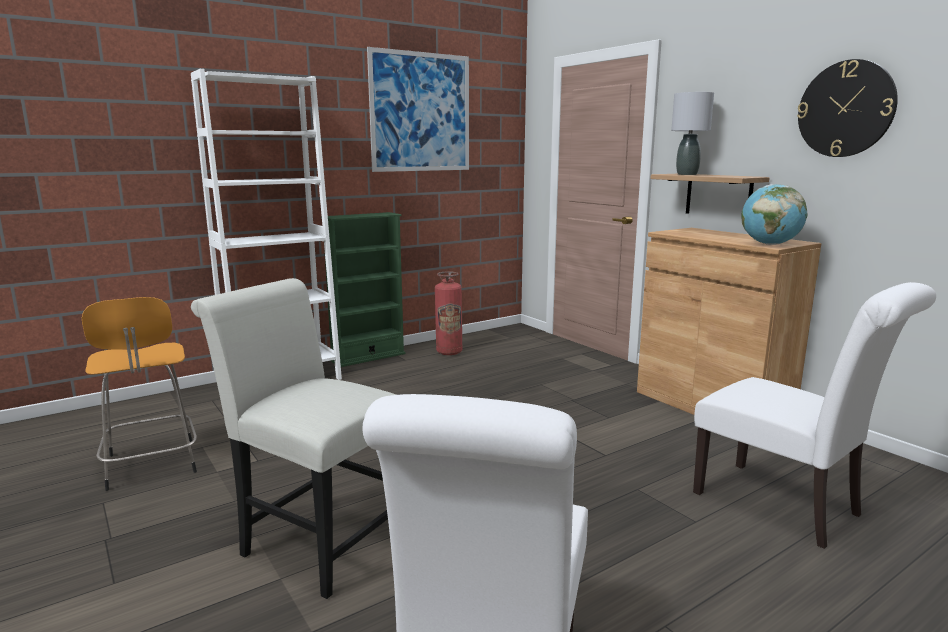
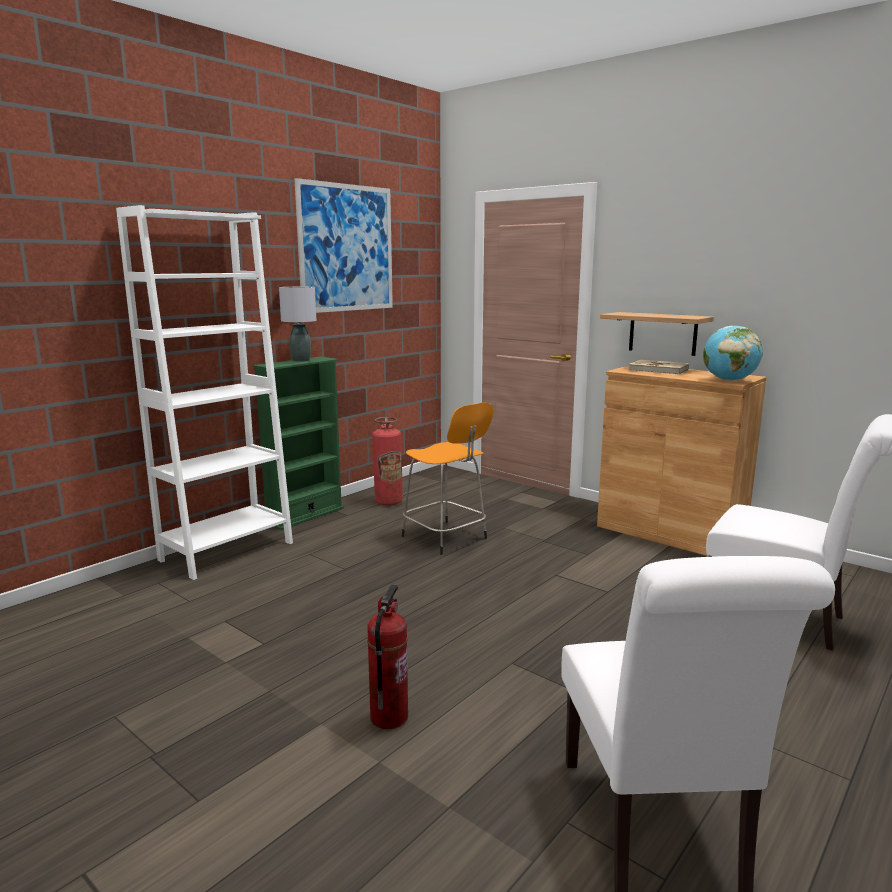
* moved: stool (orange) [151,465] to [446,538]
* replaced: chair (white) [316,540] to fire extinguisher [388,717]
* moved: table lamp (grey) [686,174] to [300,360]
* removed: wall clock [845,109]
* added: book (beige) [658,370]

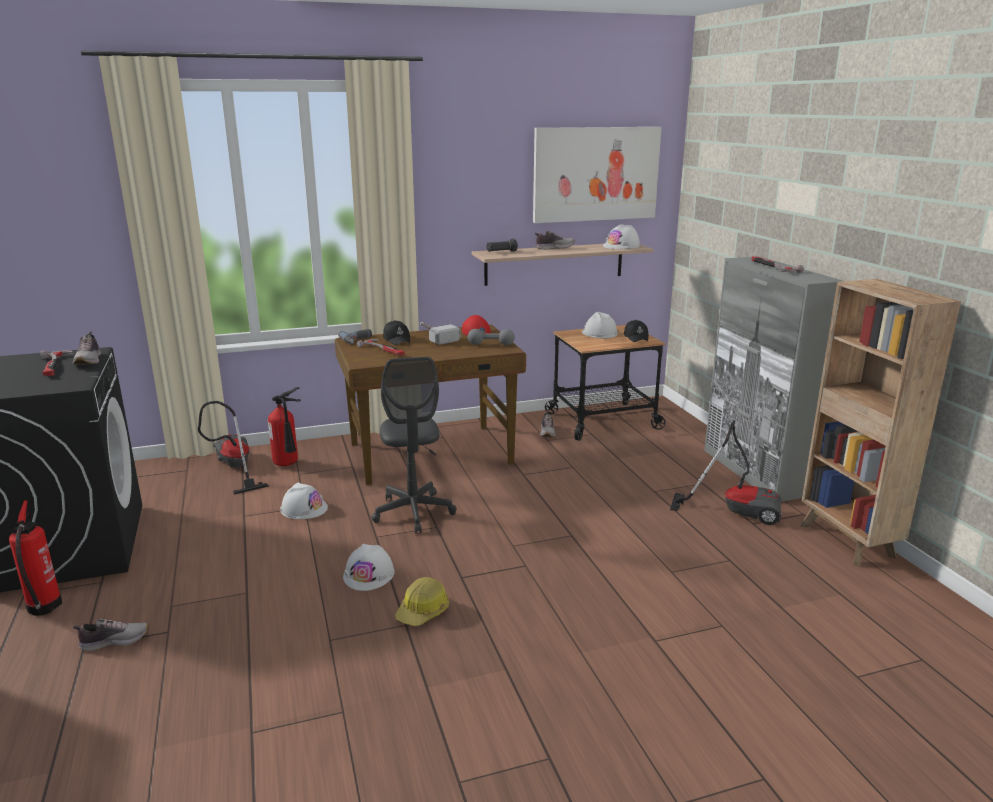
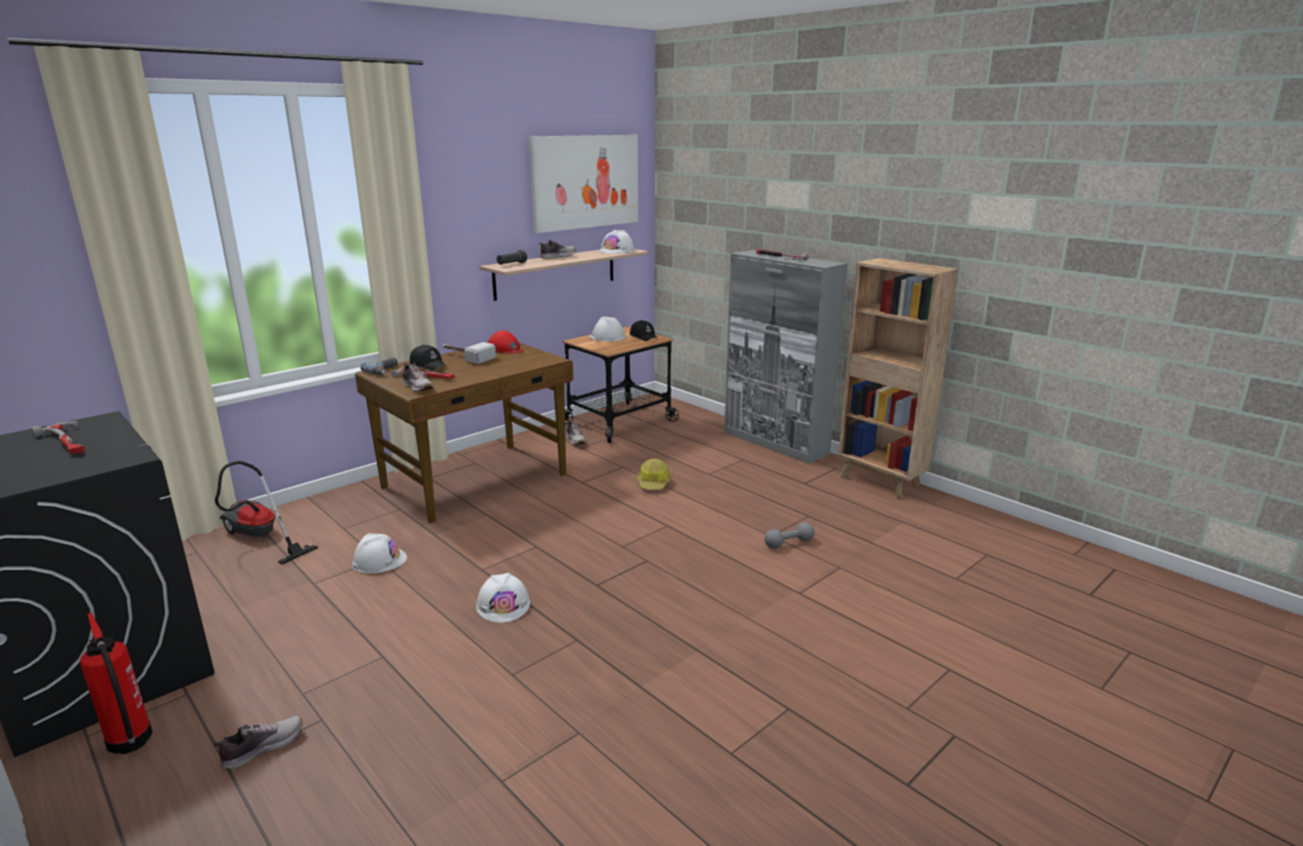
* moved: shoe [89,360] to [418,387]
* removed: fire extinguisher [288,465]
* removed: office chair (grey) [413,512]
* moved: hard hat [423,611] to [654,483]
* moved: dumbbell (grey) [491,344] to [788,543]
* removed: vacuum cleaner [735,510]

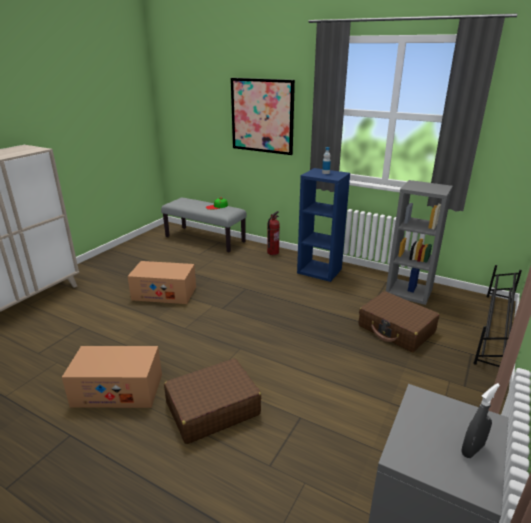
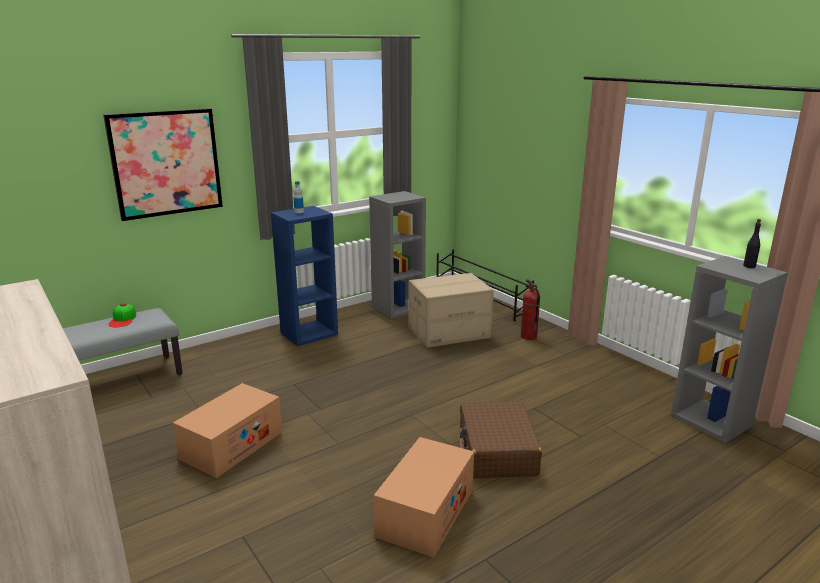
* moved: fire extinguisher [273,252] to [528,336]
* replaced: suitcase (brown) [396,329] to cardboard box [448,332]
* replaced: spray bottle (grey) [472,450] to bottle (black) [749,266]

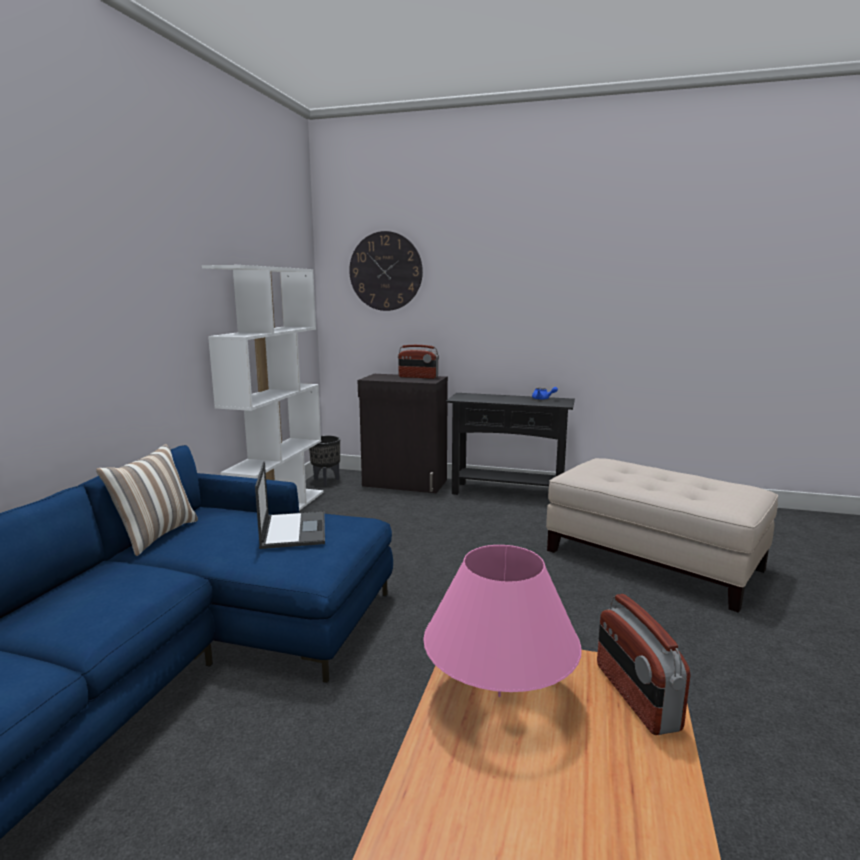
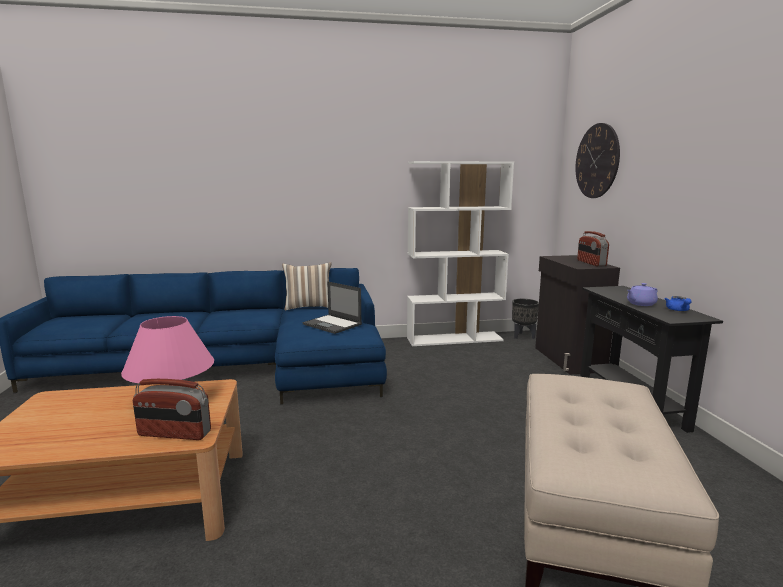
* turned: laptop [293,530] = [333,324] 75 degrees clockwise
* turned: radio [635,696] = [174,434] 135 degrees counterclockwise
* added: teapot (purple) [640,304]

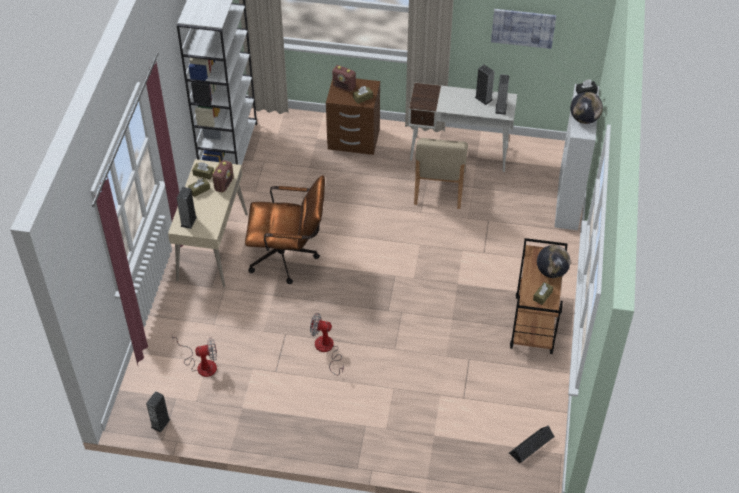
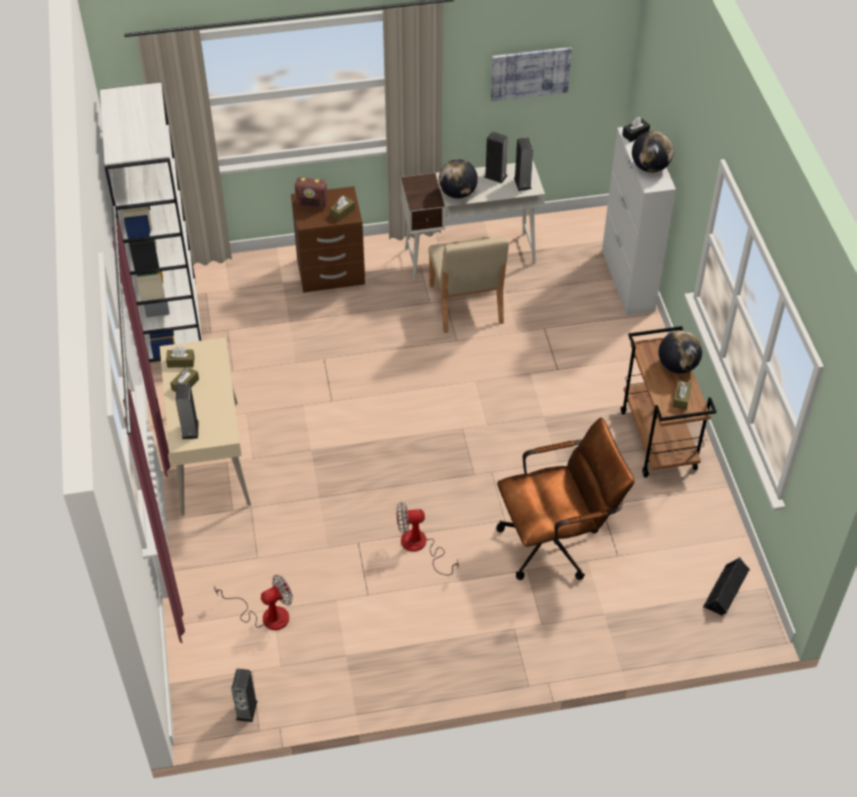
* removed: radio [224,184]
* moved: office chair (brown) [289,257] to [557,542]
* added: globe [457,193]

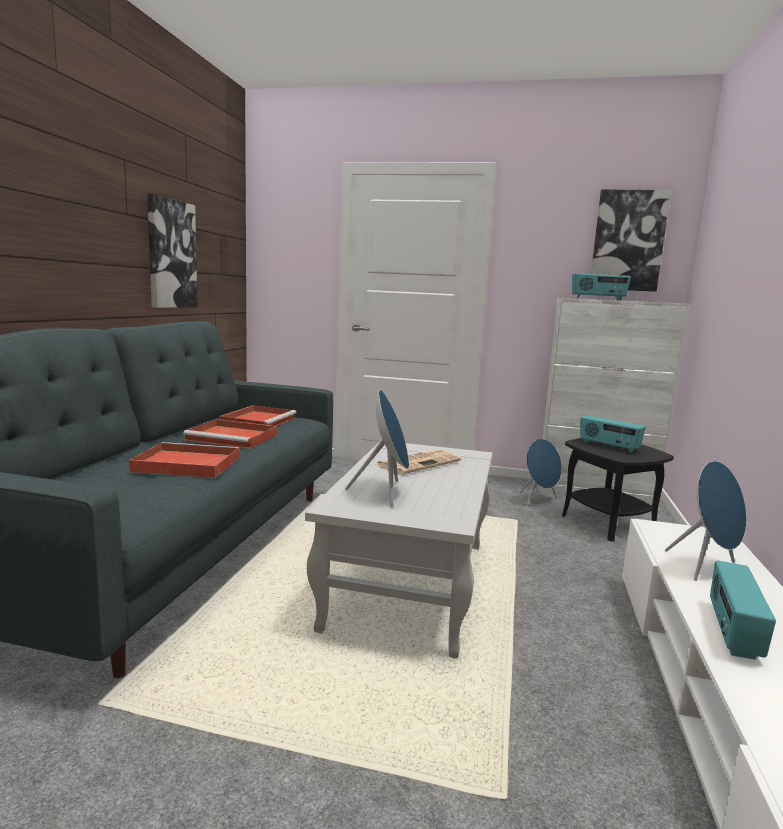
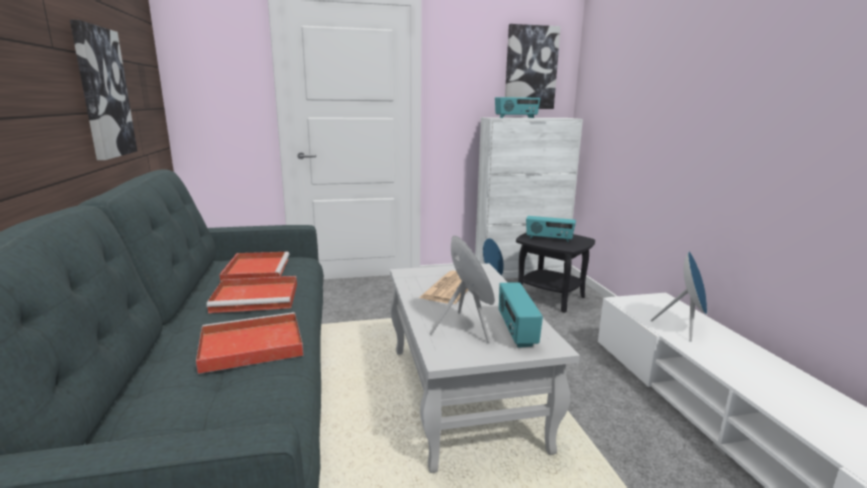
* moved: radio [732,631] to [516,331]

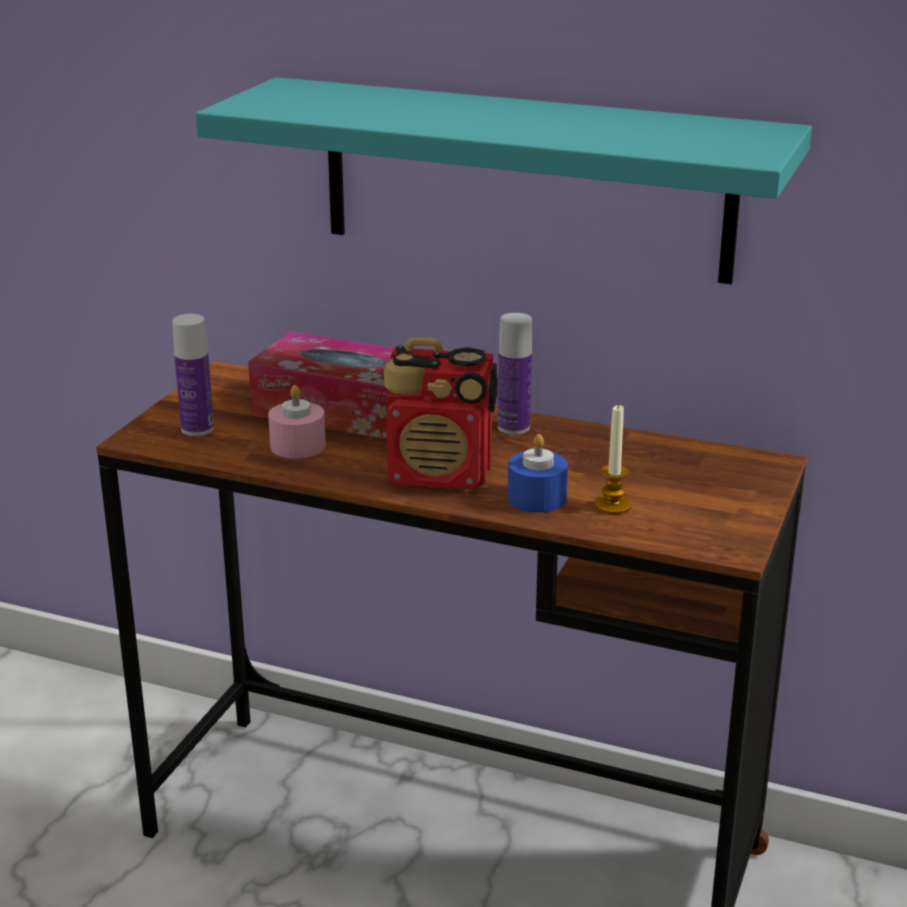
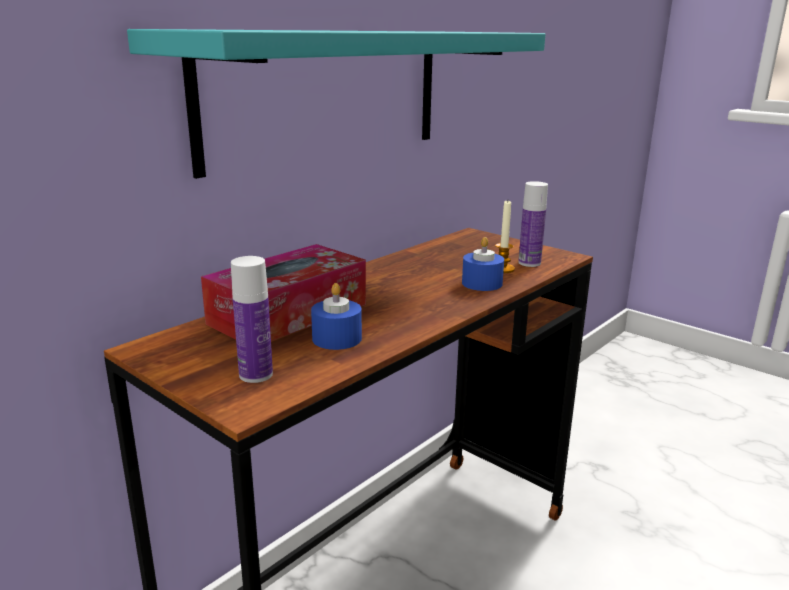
* recoloured: candle (pink) [298,446] to candle (blue) [337,338]
* removed: radio [441,475]
* moved: bottle [513,427] to [529,263]

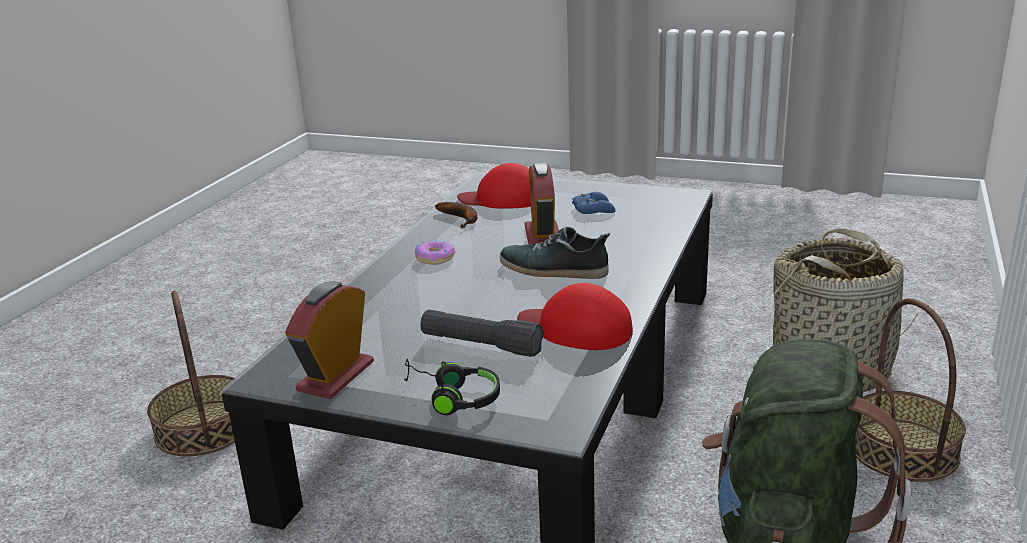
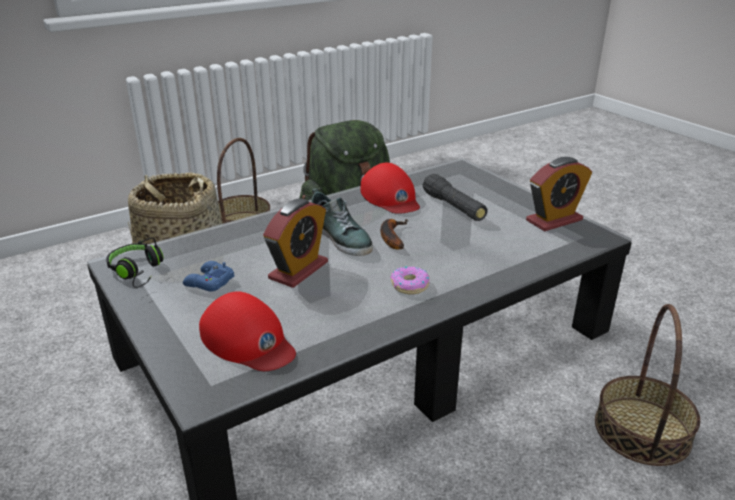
* moved: headphones (black) [452,397] to [138,271]
* moved: banana [461,219] to [391,237]

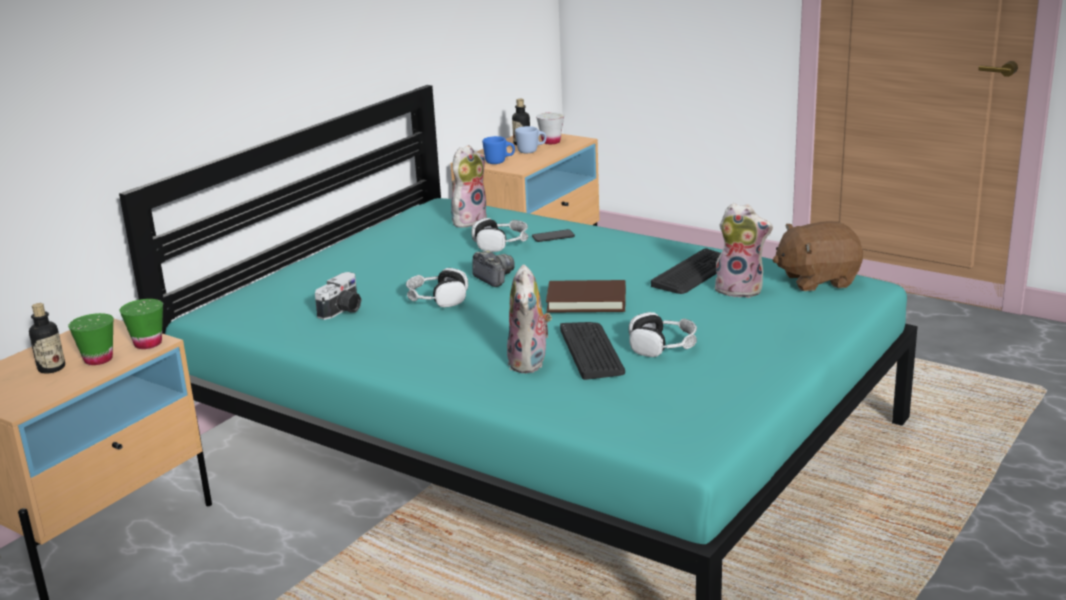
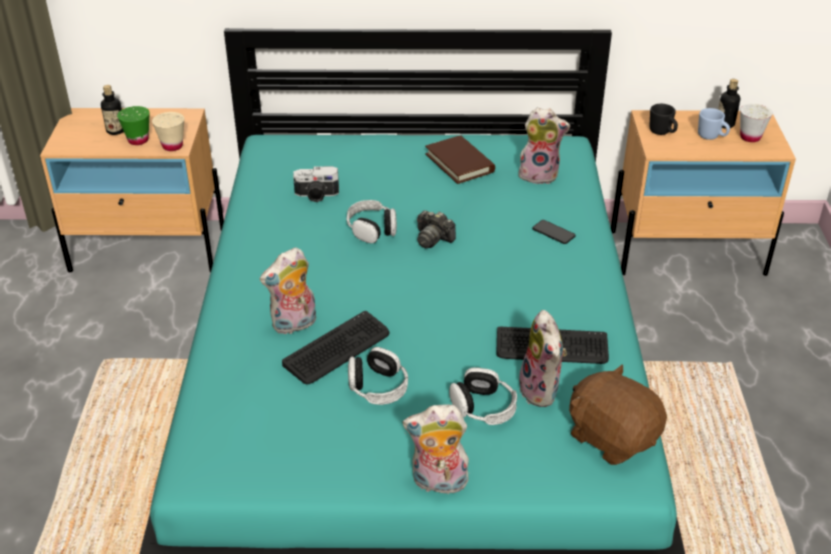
* recoloured: cup (green) [148,344] to cup (beige) [172,146]
* moved: headphones [501,244] to [483,407]
* turned: photo camera [494,278] = [433,239] 105 degrees clockwise
* recoloured: mug (blue) [499,162] to mug (black) [662,133]
* moved: book (brown) [586,301] to [459,163]
* added: plush toy [438,483]

